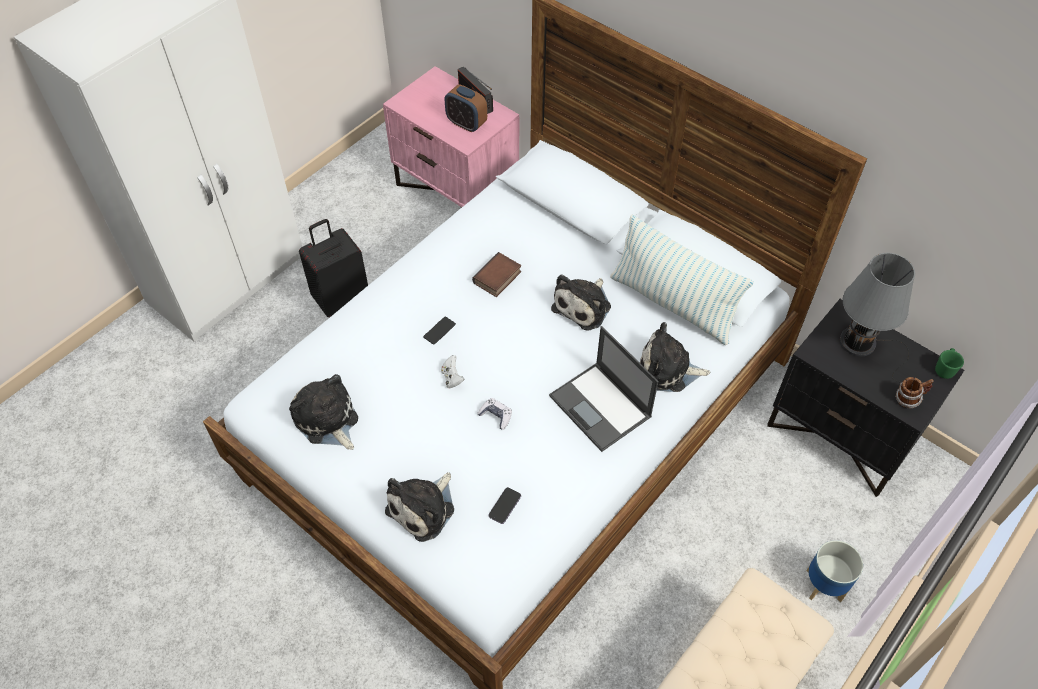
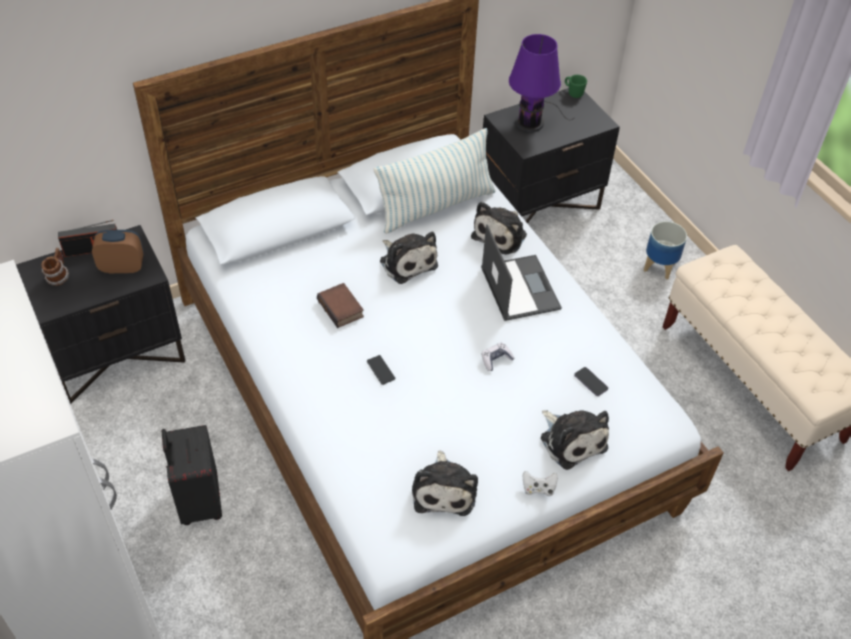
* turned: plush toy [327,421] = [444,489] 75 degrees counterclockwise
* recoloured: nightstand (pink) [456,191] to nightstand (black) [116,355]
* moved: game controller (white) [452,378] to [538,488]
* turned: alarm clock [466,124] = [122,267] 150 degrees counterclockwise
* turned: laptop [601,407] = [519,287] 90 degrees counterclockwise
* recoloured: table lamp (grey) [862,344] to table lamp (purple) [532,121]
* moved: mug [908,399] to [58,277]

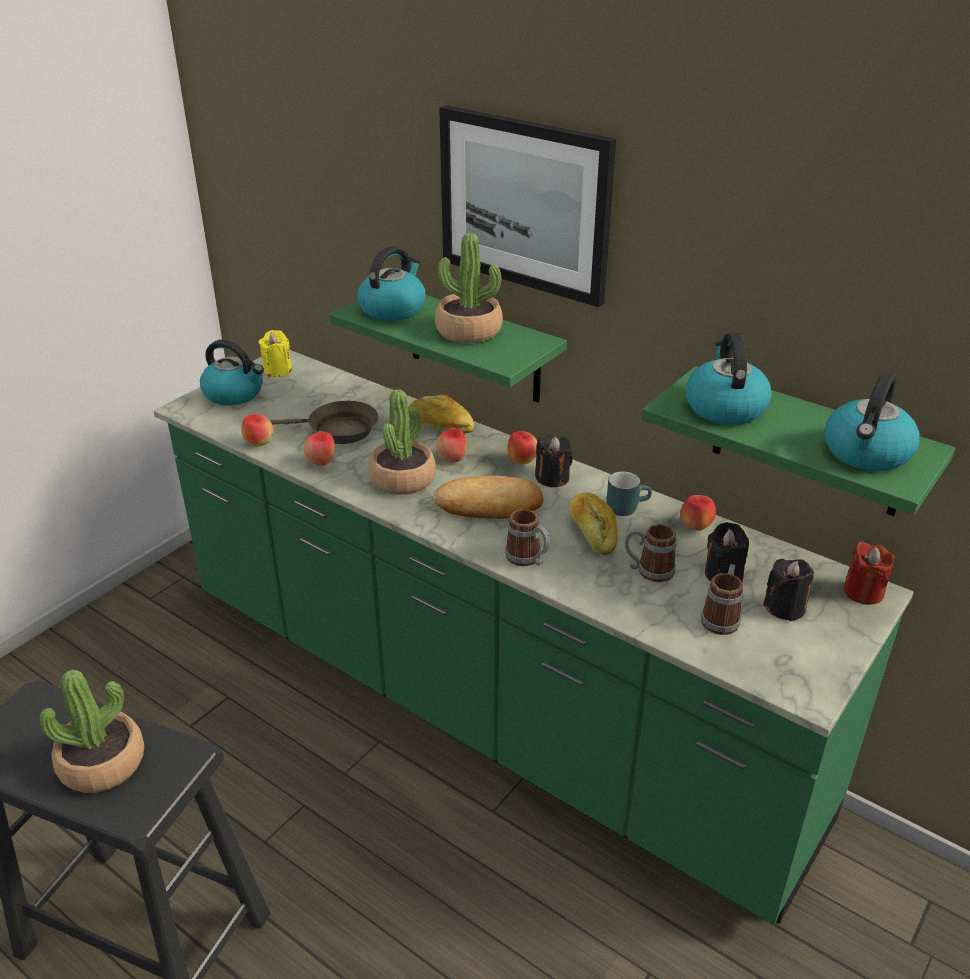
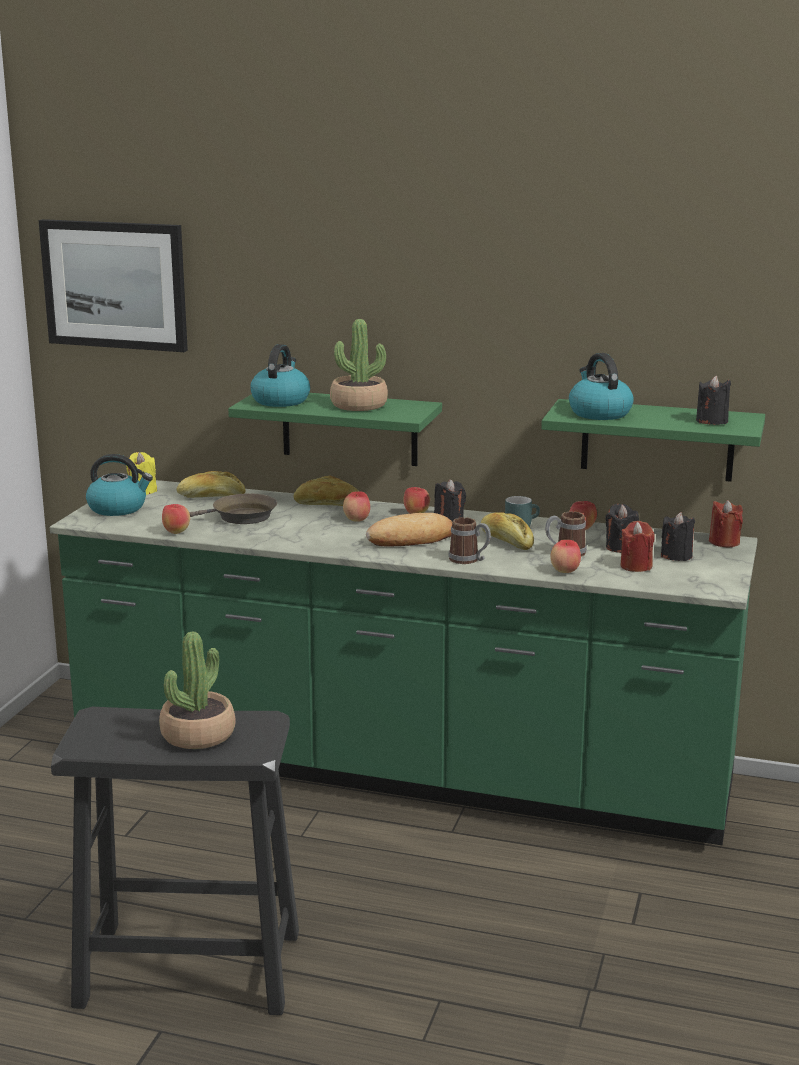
* moved: apple [321,463] to [565,572]
* removed: potted plant [403,479]
* moved: picture [524,204] to [115,285]
* replaced: mug [721,617] to candle (red) [636,566]
* replaced: kettle [867,453] to candle (black) [712,421]
* added: bread [211,497]

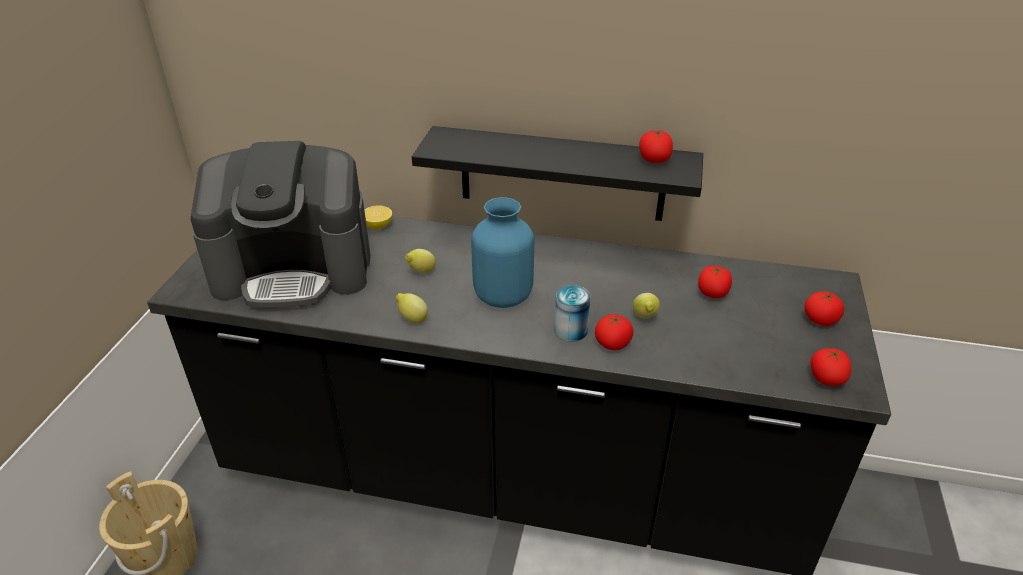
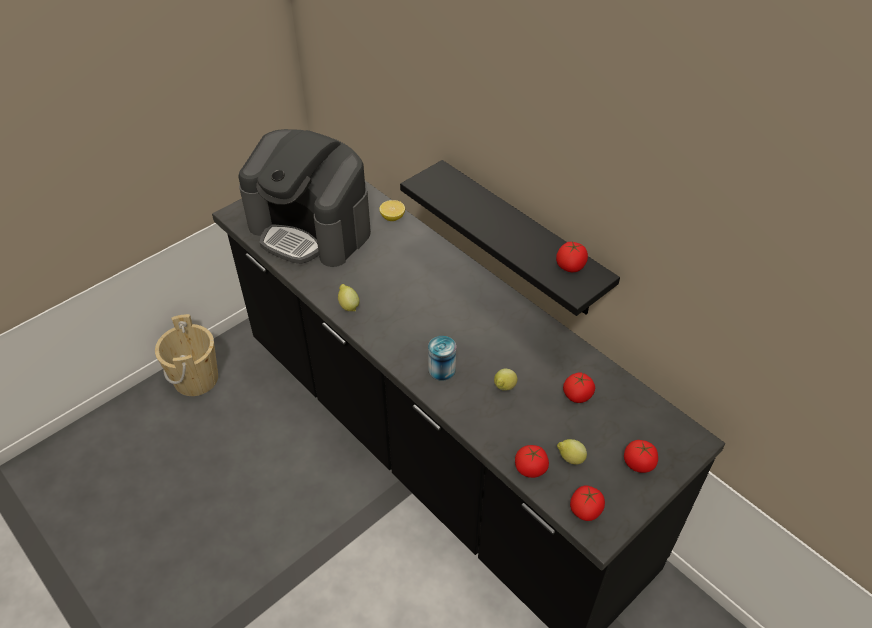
* moved: lemon [421,272] to [570,458]
* removed: vase (blue) [502,296]
* moved: tomato [612,344] to [530,468]

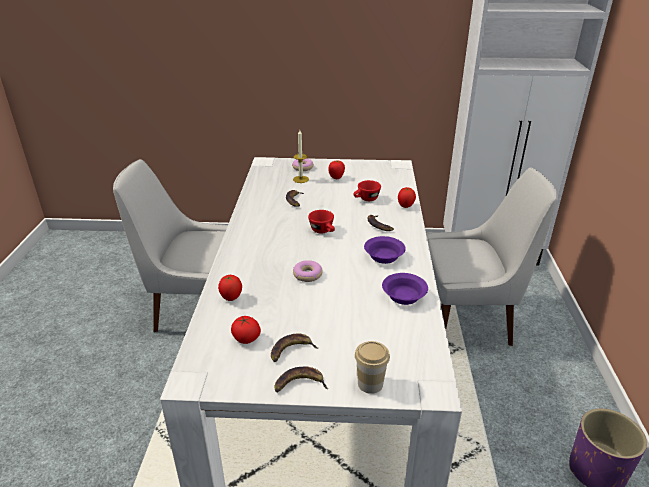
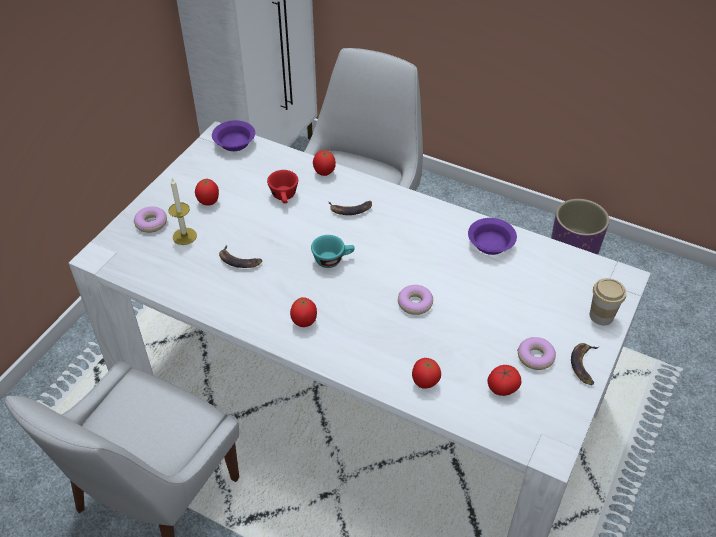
* replaced: banana [291,350] to donut [535,357]
* recoloured: cup (red) [323,231] to cup (turquoise) [333,259]
* moved: bowl (purple) [383,256] to [233,143]
* added: tomato [304,322]

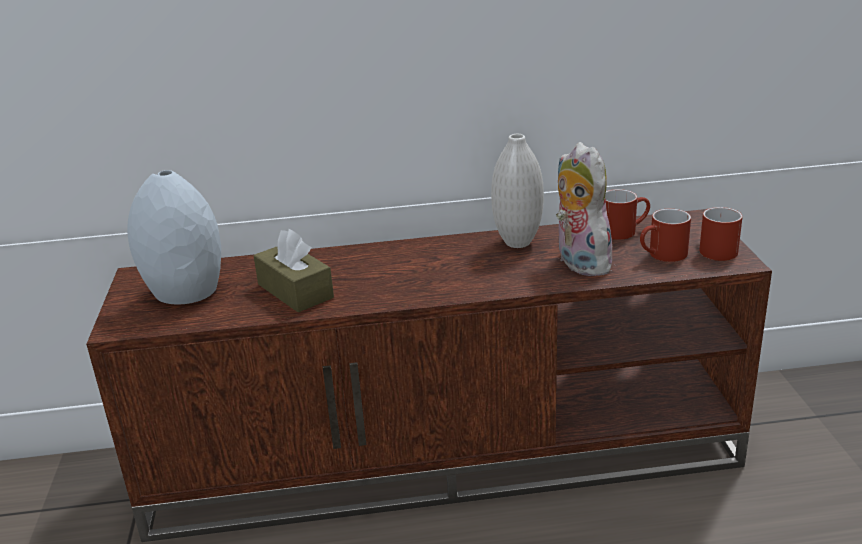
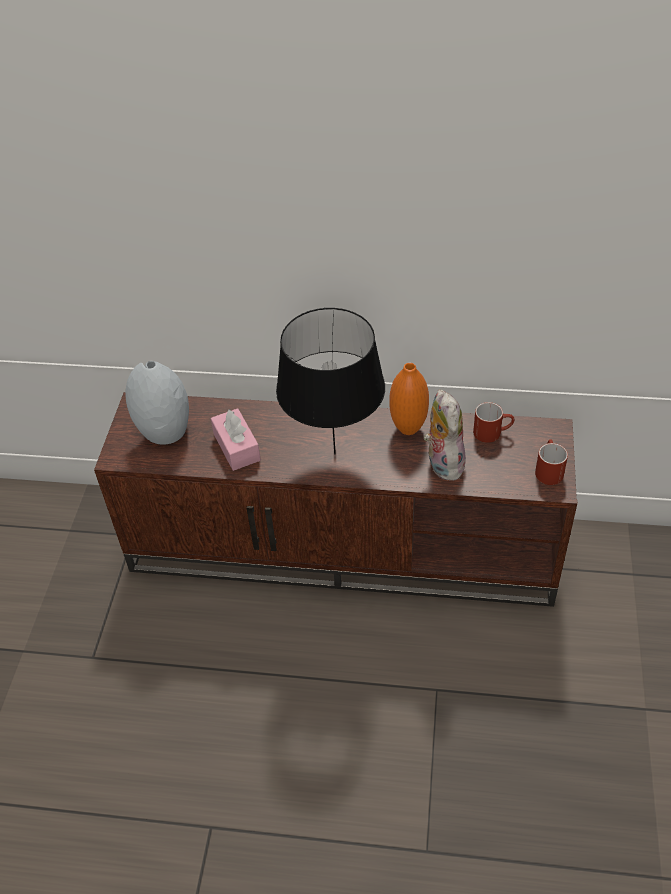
* recoloured: tissue box (brown) [295,291] to tissue box (pink) [236,447]
* recoloured: vase (white) [517,243] to vase (orange) [408,428]
* removed: mug (red) [662,256]
* added: table lamp (black) [334,454]

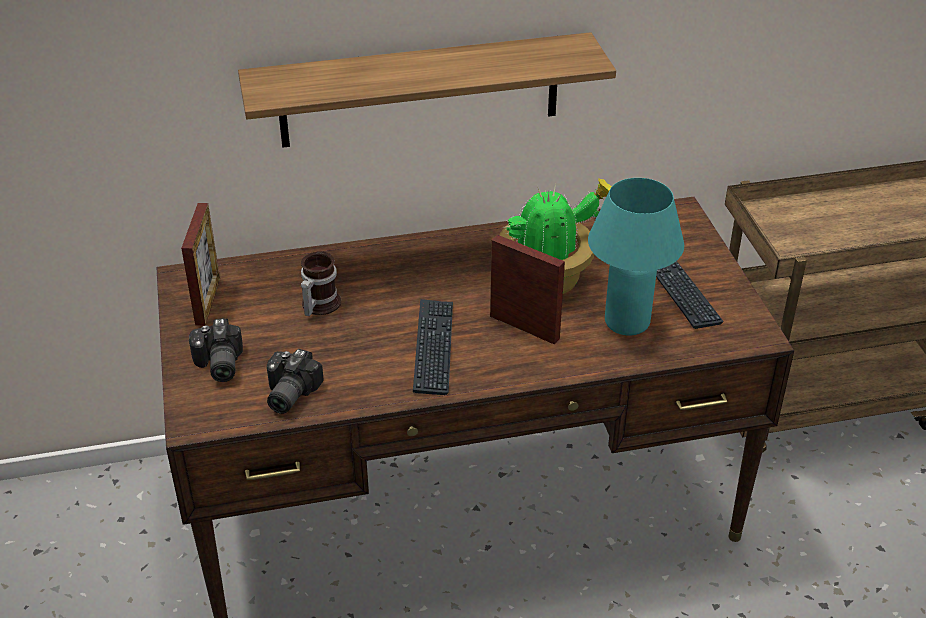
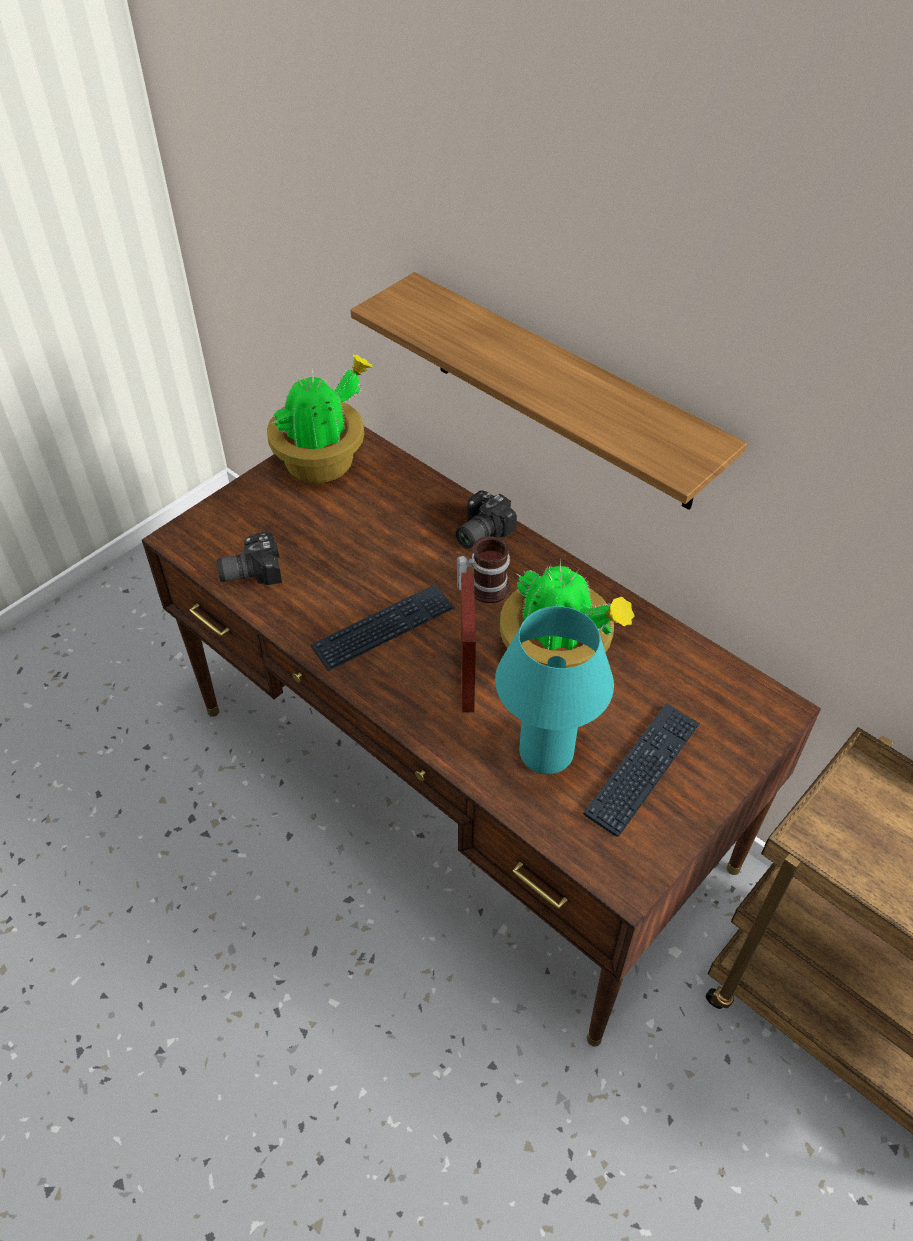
* replaced: picture frame [208,301] to potted plant [323,462]
* moved: photo camera [217,365] to [479,531]
* moved: mug [318,305] to [484,587]

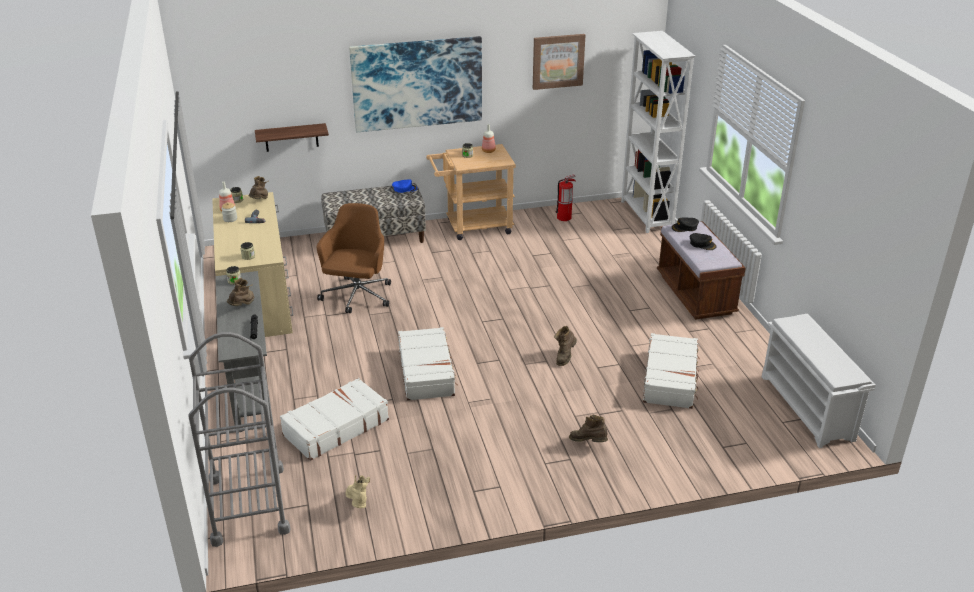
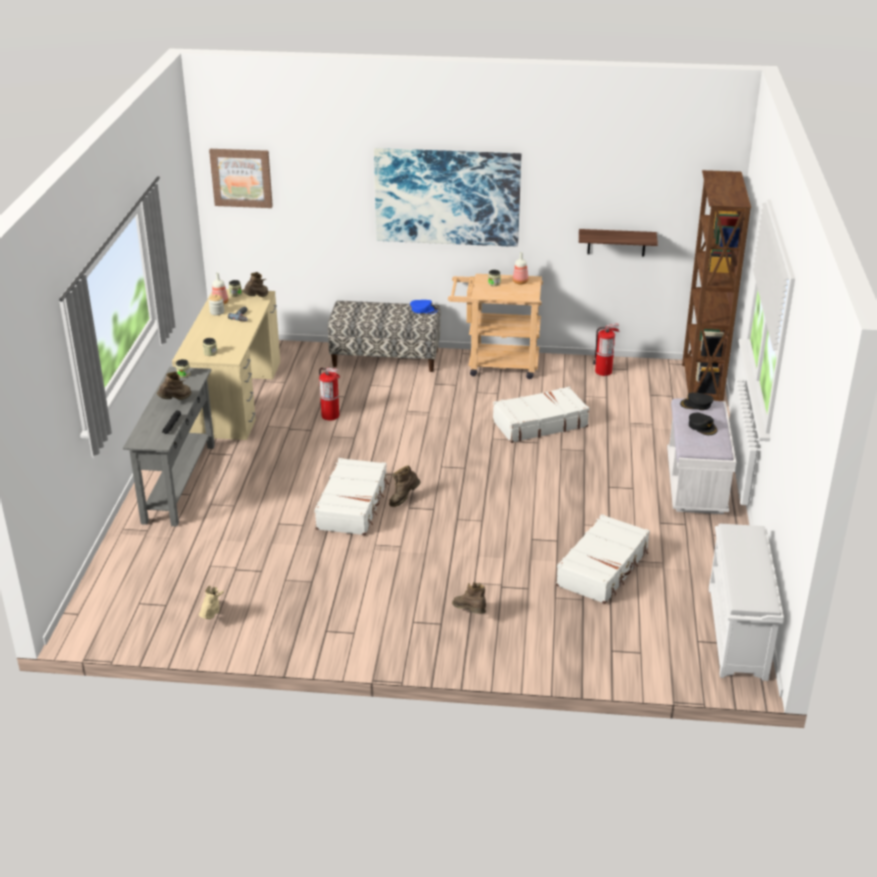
* removed: cart (grey) [248,505]
* moved: shelf [291,137] to [616,242]
* moved: suitcase (white) [335,427] to [539,423]
* replaced: office chair (brown) [357,296] to fire extinguisher [330,416]
* moved: picture [558,61] to [241,177]
* moved: boot (brown) [564,357] to [403,499]
* recoloured: bookcase (white) [646,215] to bookcase (brown) [700,386]
* recoloured: bench (brown) [695,294] to bench (white) [696,484]

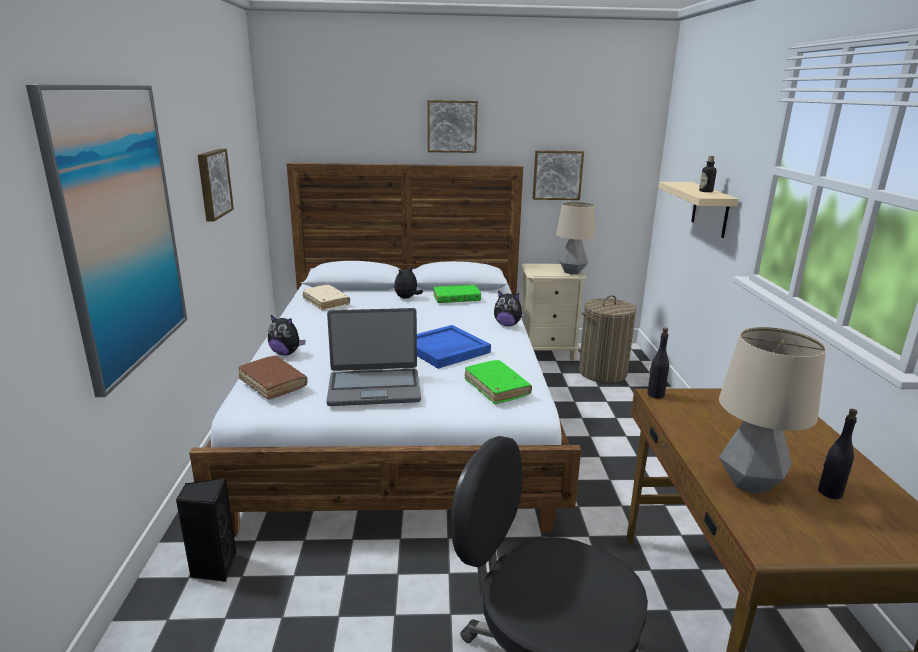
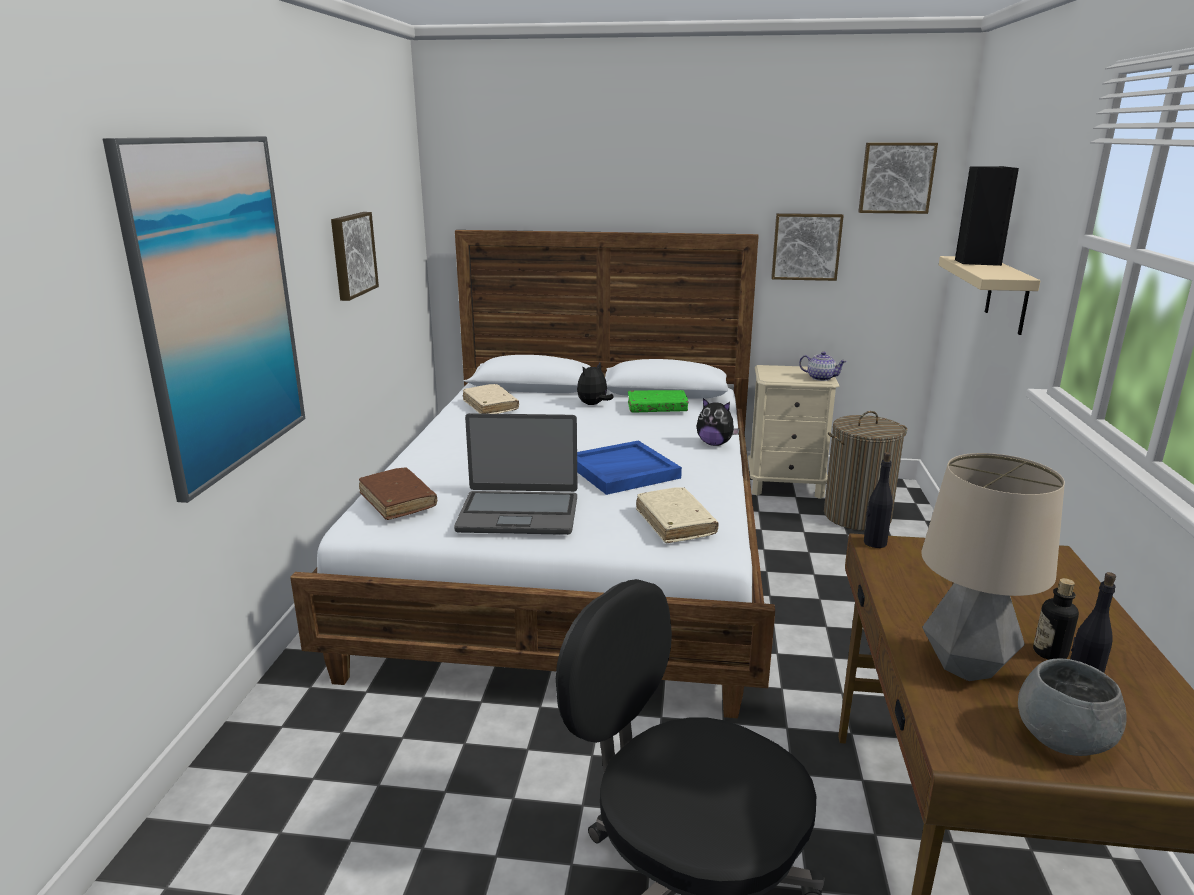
* moved: speaker (black) [213,567] to [976,262]
* removed: plush toy [286,353]
* moved: picture [452,126] to [896,178]
* recoloured: book (green) [496,388] to book (beige) [675,523]
* replaced: table lamp [572,272] to teapot [820,378]
* moved: bottle [705,191] to [1050,653]
* added: bowl (grey) [1064,740]

